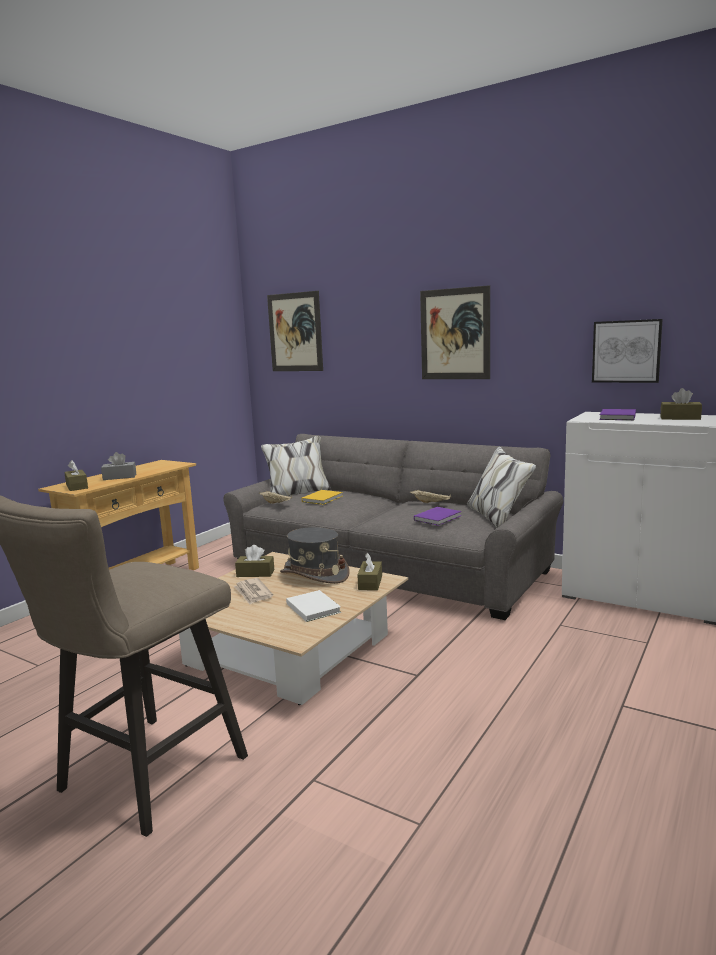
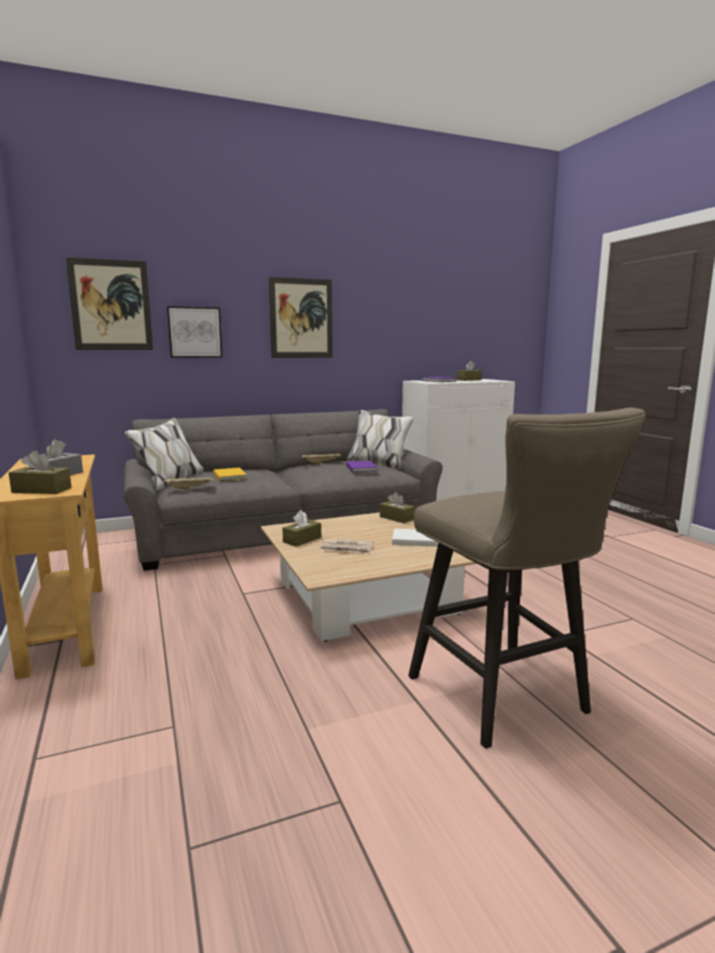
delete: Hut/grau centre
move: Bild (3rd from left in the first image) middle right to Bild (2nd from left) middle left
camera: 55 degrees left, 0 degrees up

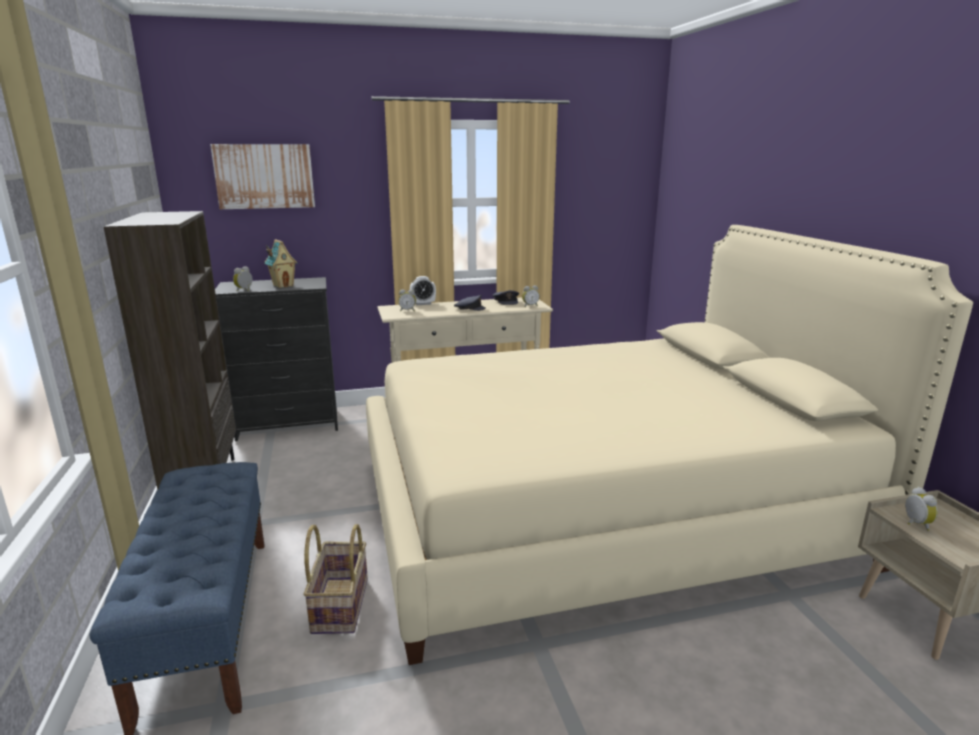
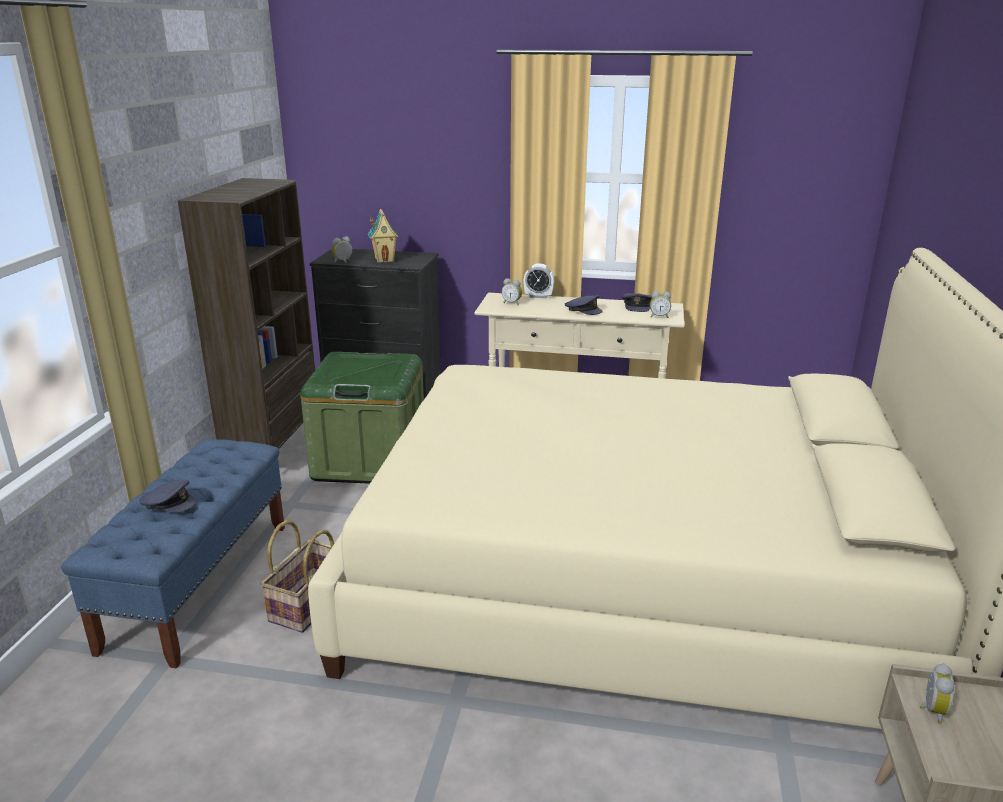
delete: Bild top left
insert: Kappe/grau (1st from left) middle left; Aufbewahrungsbox/grün centre
camera: 25 degrees right, 5 degrees up

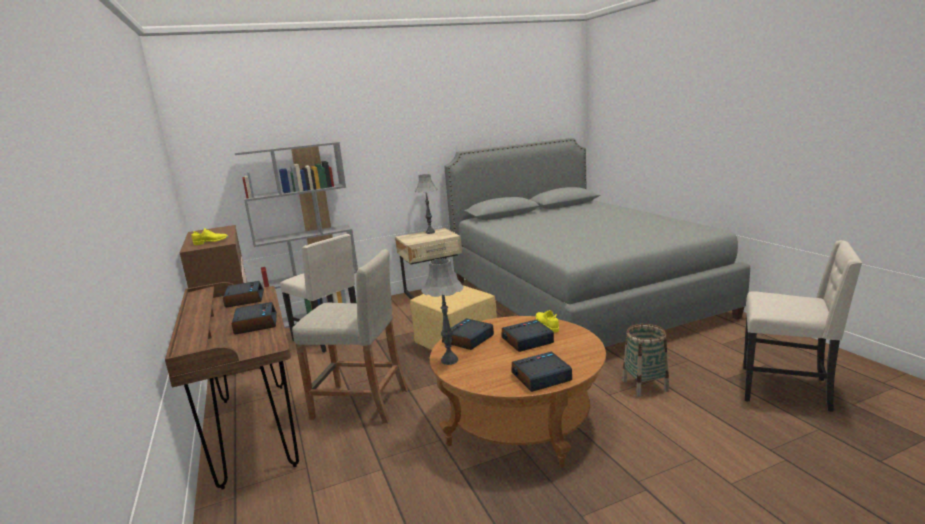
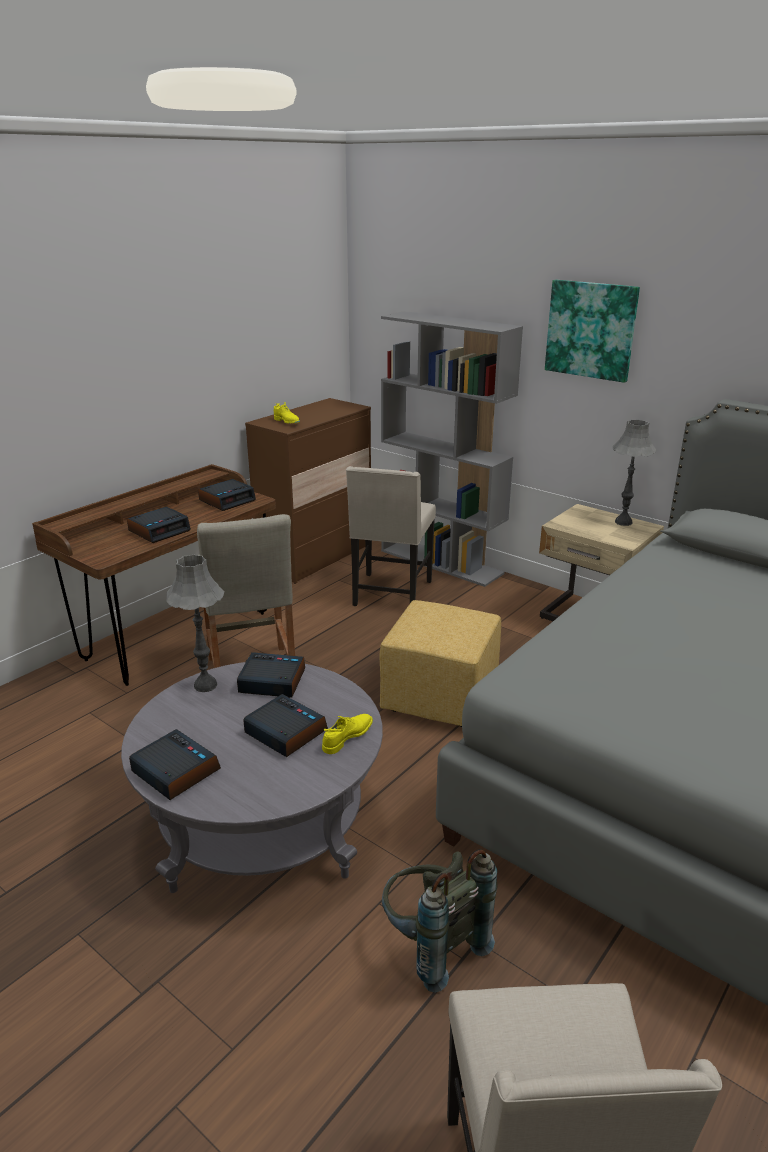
insert: Bild top right
replace: Korb bottom right to Rucksack/grau bottom centre
recolor: Couchtisch/braun bottom centre to Couchtisch/grau bottom left
camera: 60 degrees right, 10 degrees up

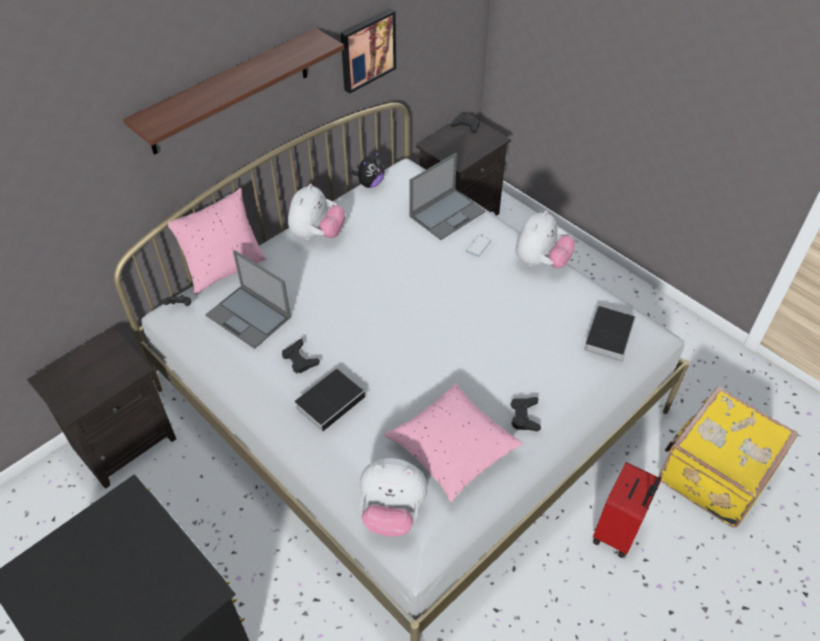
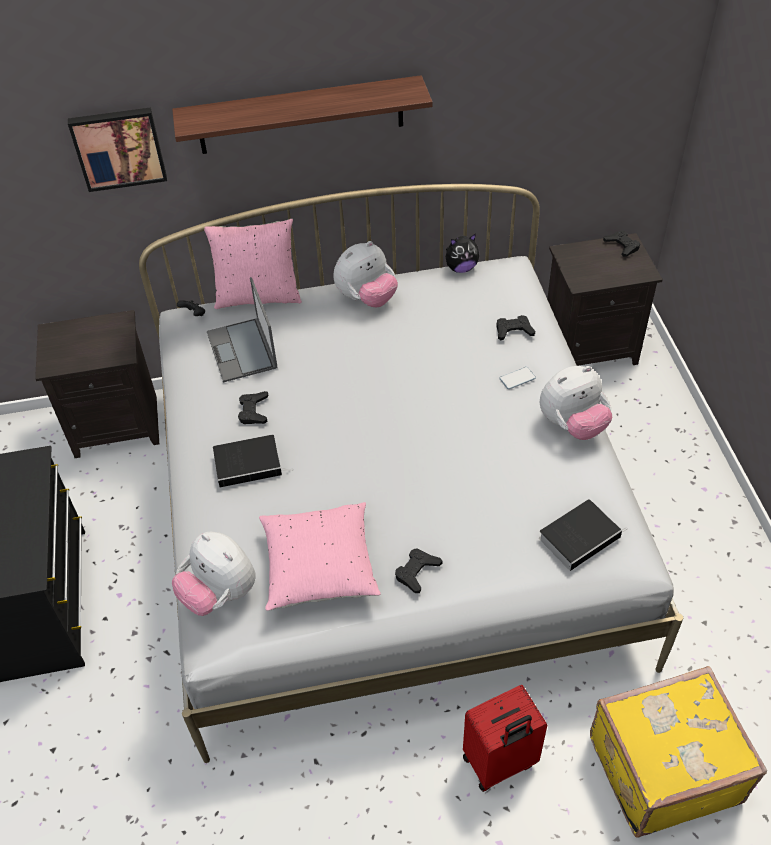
move: Bild top centre to top left
replace: Laptop (2nd from left) top centre to Gamepad/schwarz (4th from left) middle right
camera: 35 degrees right, 0 degrees up

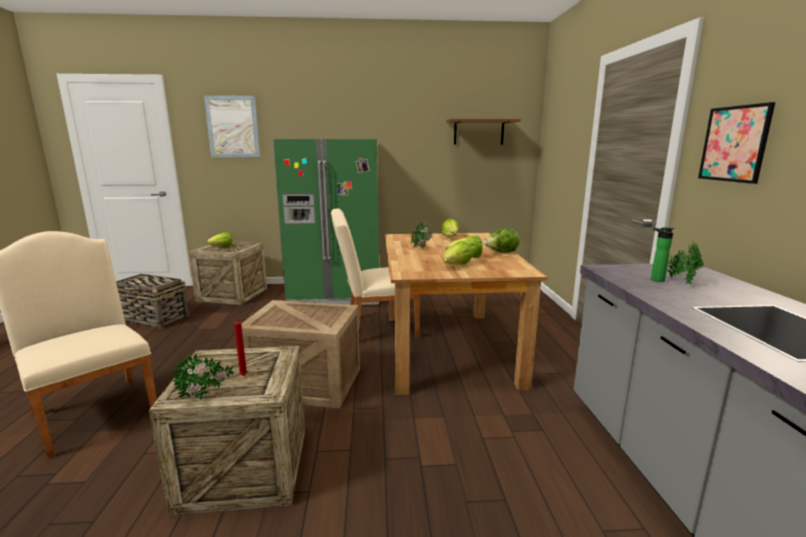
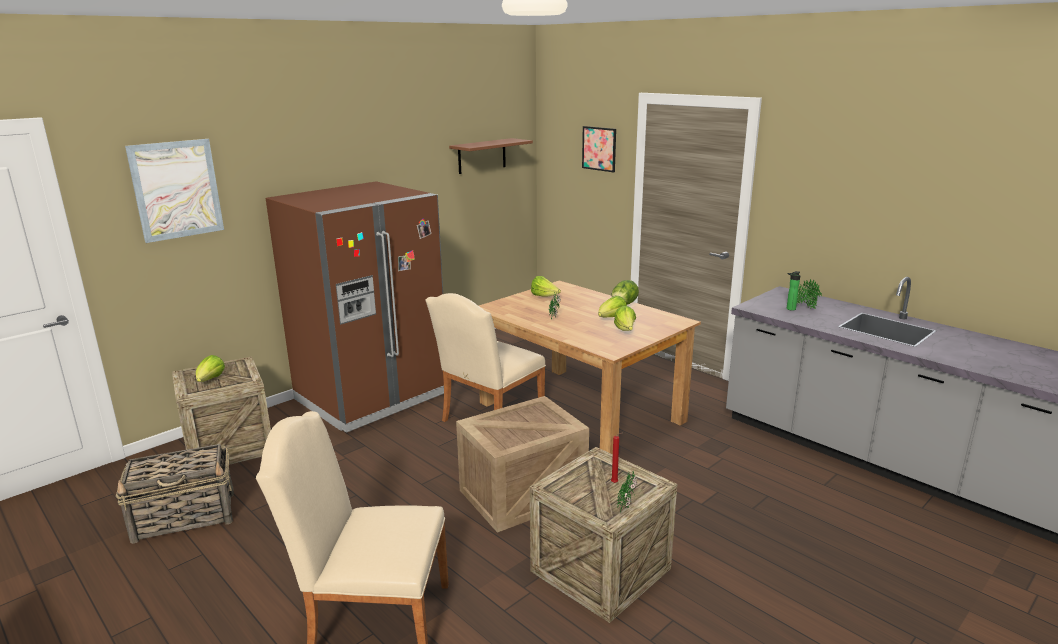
move: Bild (2nd from left) top right to top centre
recolor: Kühlschrank/grün centre to Kühlschrank/braun centre
camera: 40 degrees left, 5 degrees up

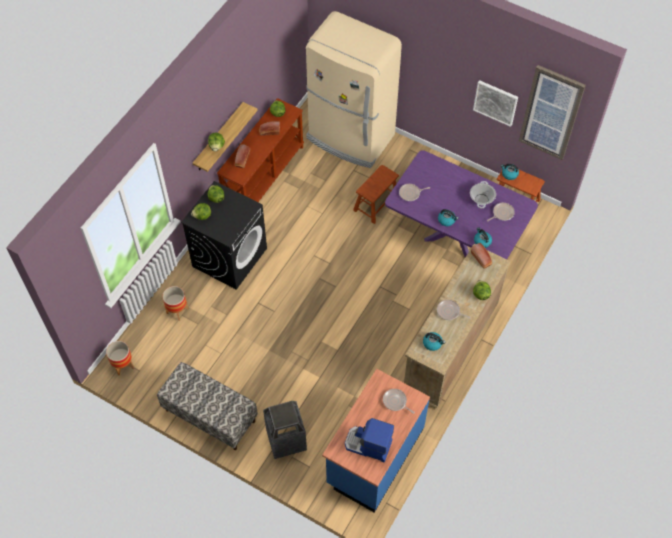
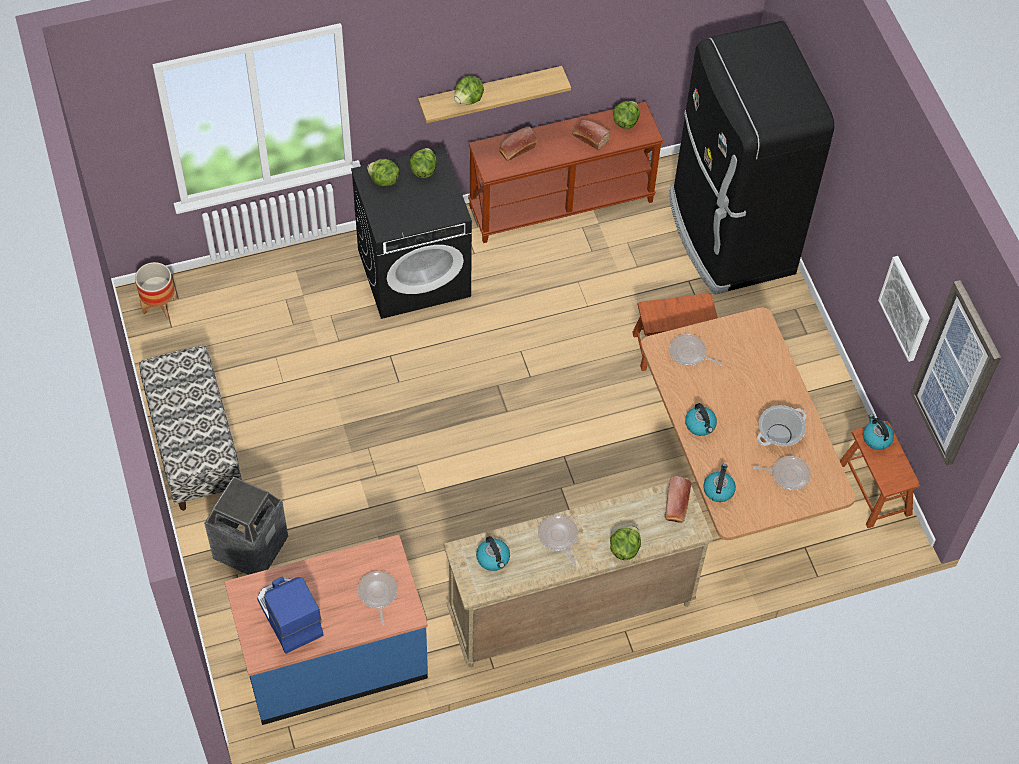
delete: Pflanzkübel (2nd from left) middle left
recolor: Kühlschrank/beige top centre to Kühlschrank/schwarz top right; Esstisch/lila middle right to Esstisch/braun middle right
camera: 40 degrees right, 0 degrees up

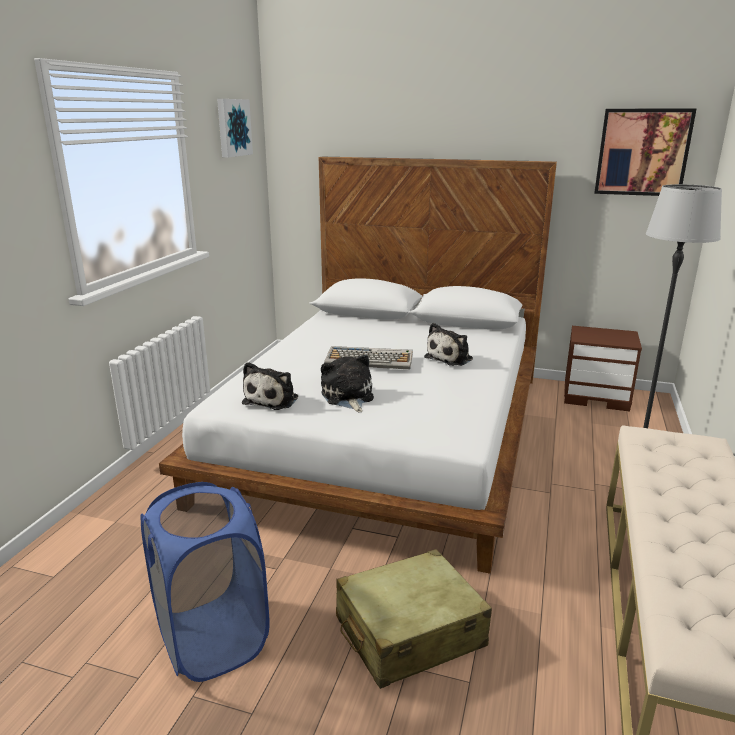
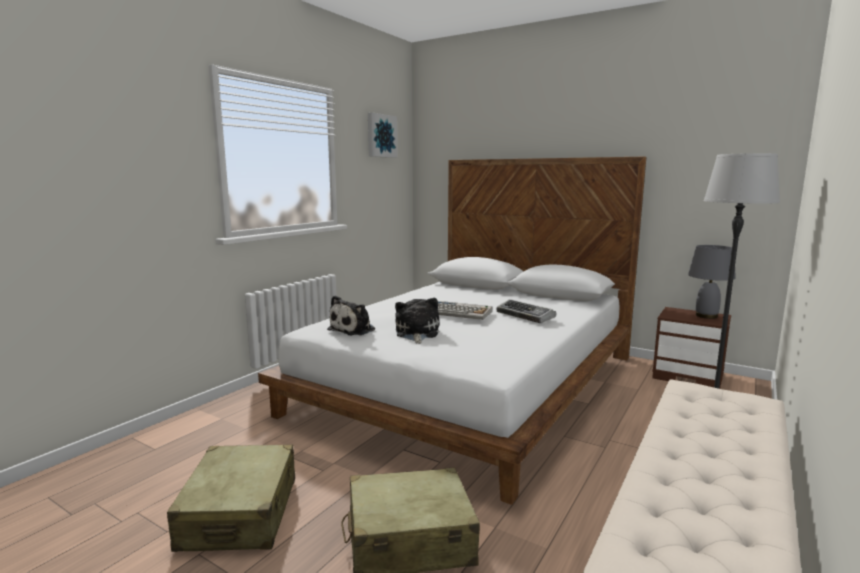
delete: Bild (2nd from left) top right
insert: Tischlampe/grau middle right
replace: Wäschekorb/blau bottom left to Koffer/beige (1st from left) bottom left; Plüschtier (3rd from left) centre to Tastatur (2nd from left) centre
camera: 15 degrees right, 10 degrees down

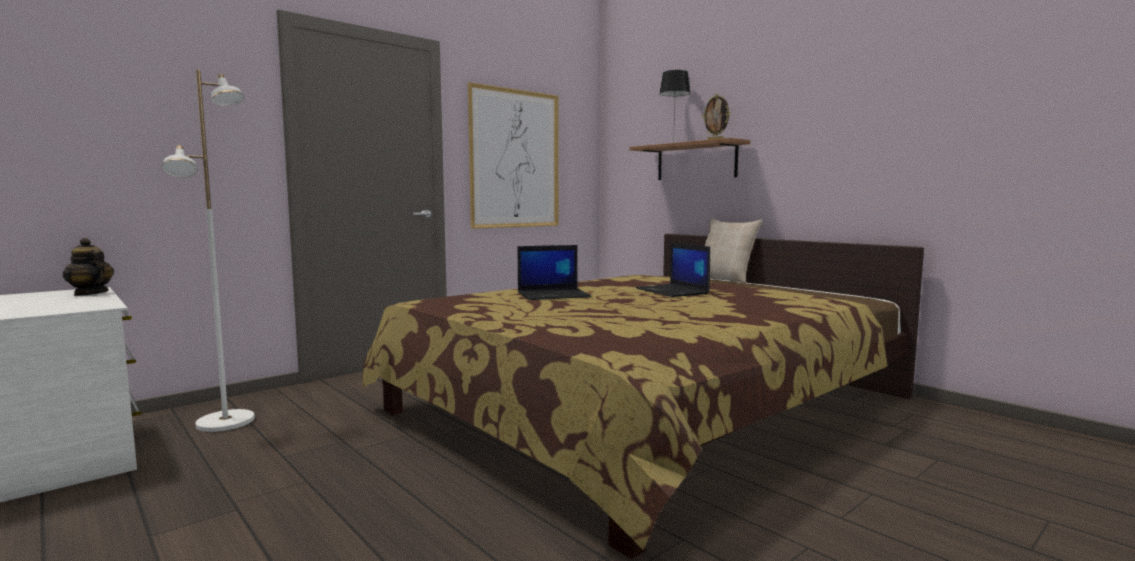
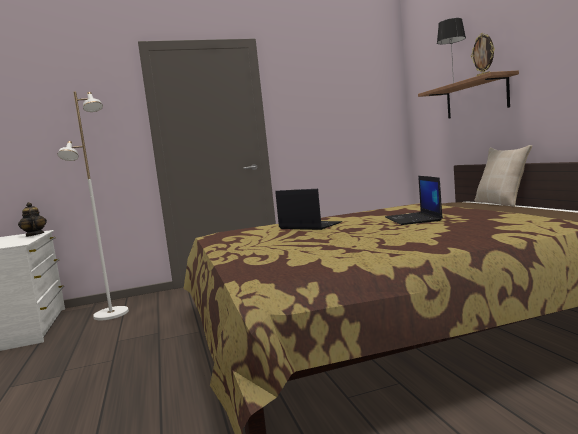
delete: Bild top centre
rotate: Laptop (1st from left) centre = centre 150 degrees counterclockwise
camera: 25 degrees right, 0 degrees up

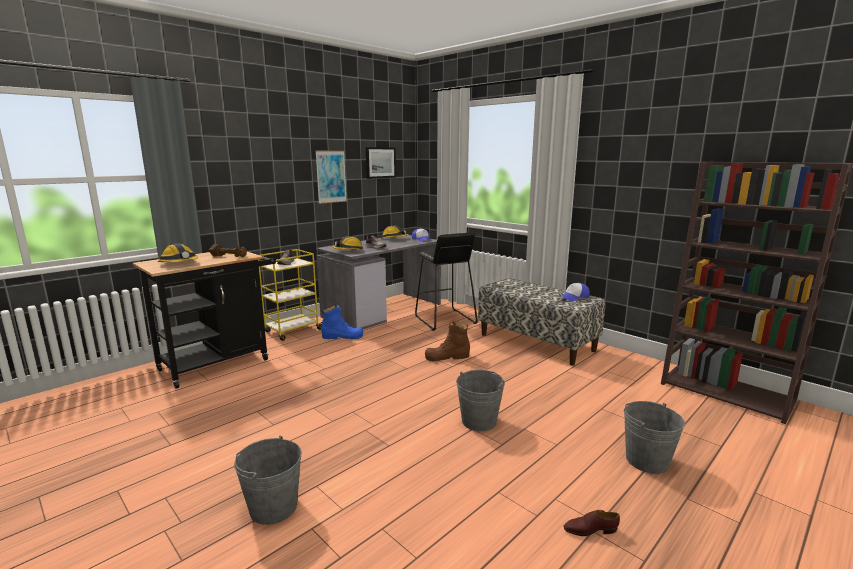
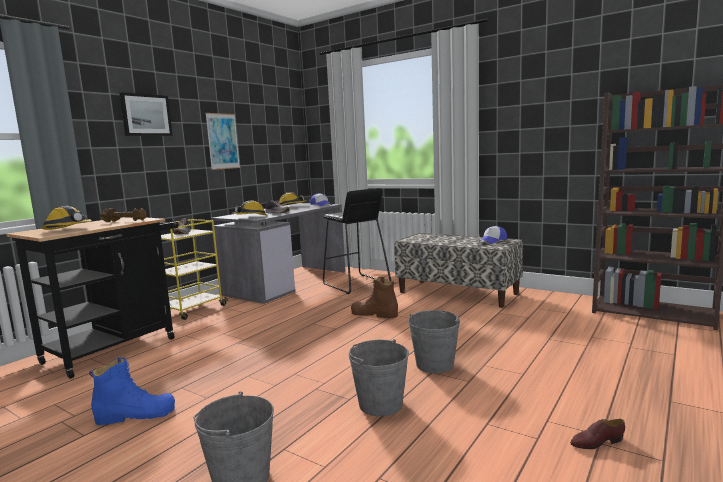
move: Stiefel/blau centre to bottom left; Bild (2nd from left in the first image) top centre to Bild (1st from left) top left; Eimer/grau (3rd from left in the first image) bottom right to Eimer/grau (2nd from left) bottom centre
rotate: Stiefel/braun centre = centre 45 degrees clockwise
camera: 10 degrees left, 5 degrees down

